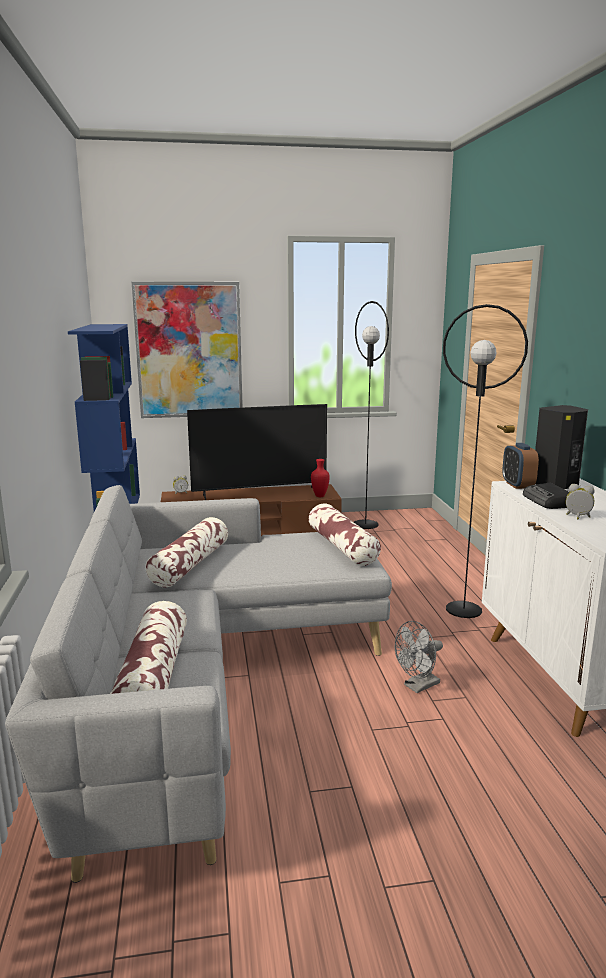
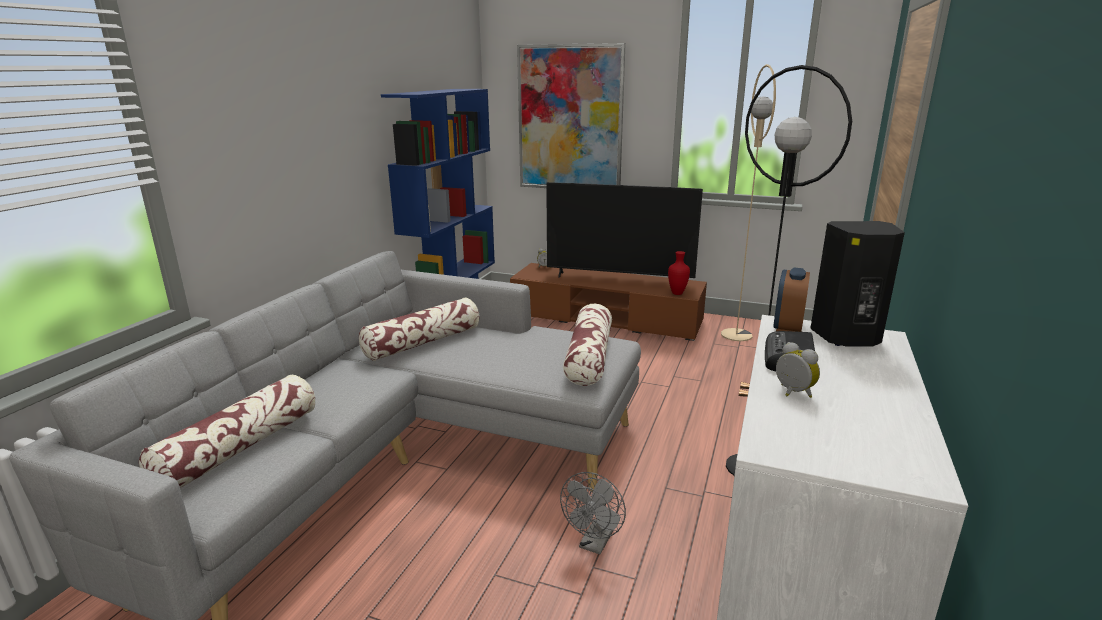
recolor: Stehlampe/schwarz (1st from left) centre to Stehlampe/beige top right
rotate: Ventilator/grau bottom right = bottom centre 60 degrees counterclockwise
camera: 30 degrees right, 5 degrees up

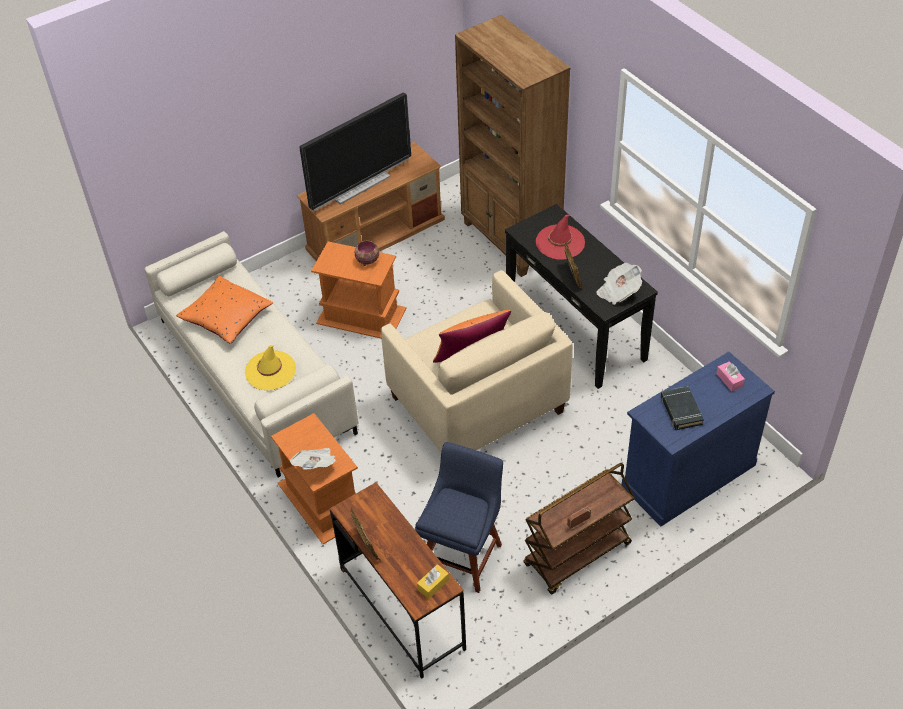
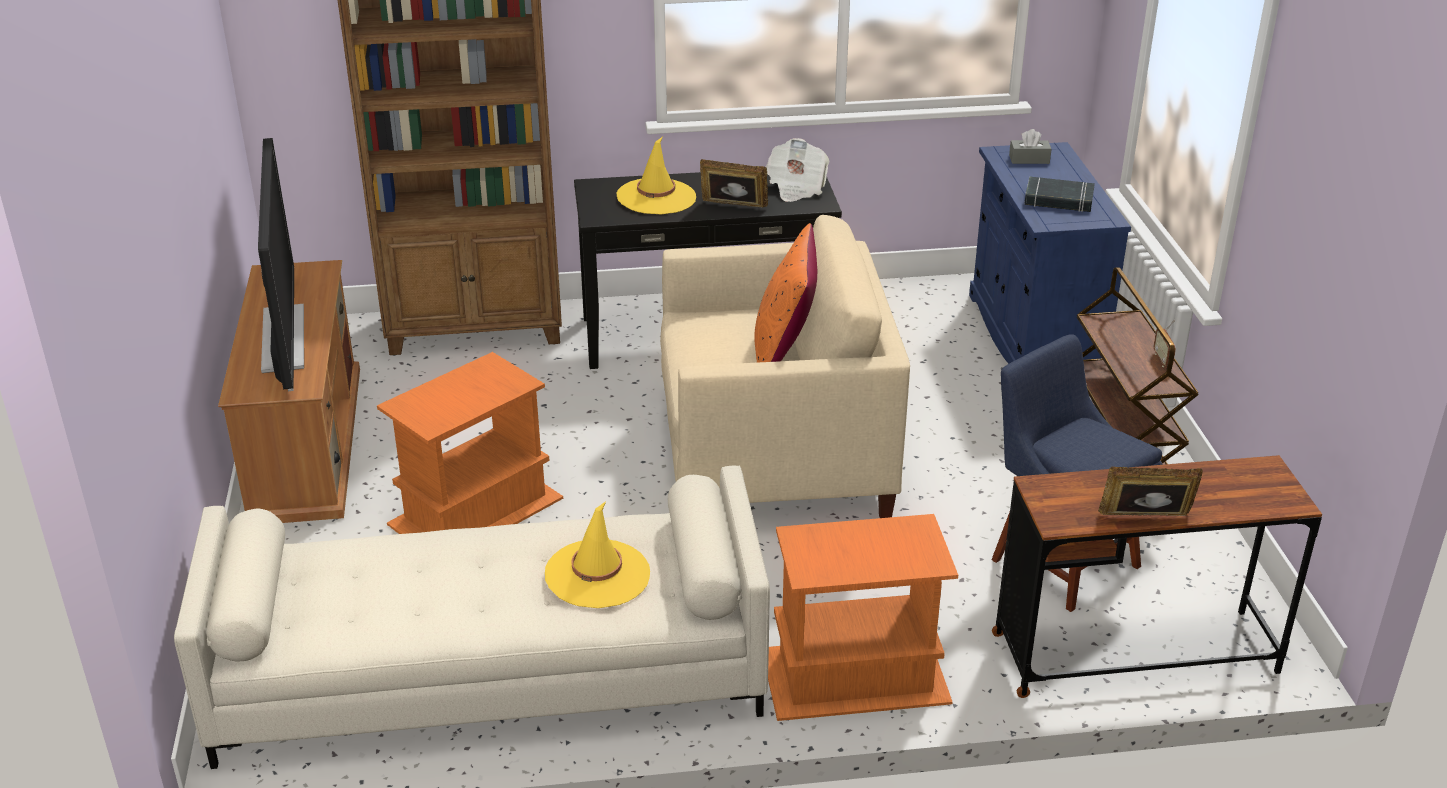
delete: Kissen/orange (1st from left) middle left; Zeitung (1st from left) centre; Schüssel centre; Taschentuchbox/gelb bottom centre
recolor: Hut/rot centre to Hut/gelb (2nd from left) top centre; Taschentuchbox/rosa middle right to Taschentuchbox/grau top right
camera: 65 degrees left, 15 degrees down

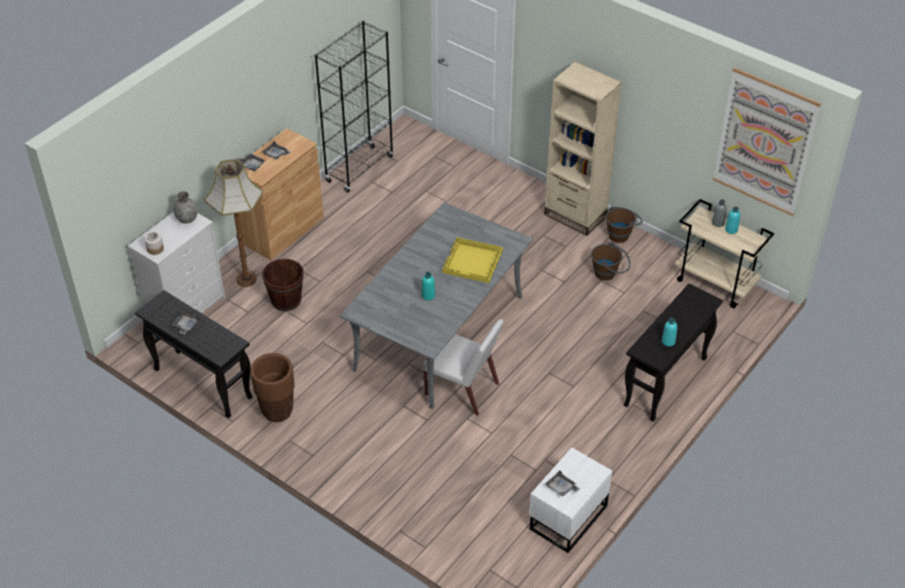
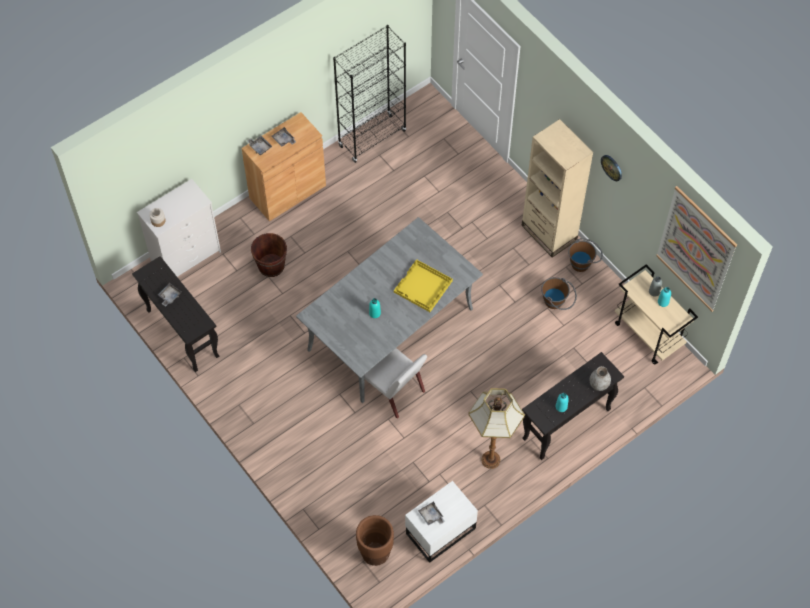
insert: Wanduhr top right
move: Vase/grau middle left to middle right; Stehlampe middle left to bottom centre; Pflanzkübel/braun middle left to bottom centre
camera: 15 degrees right, 15 degrees up

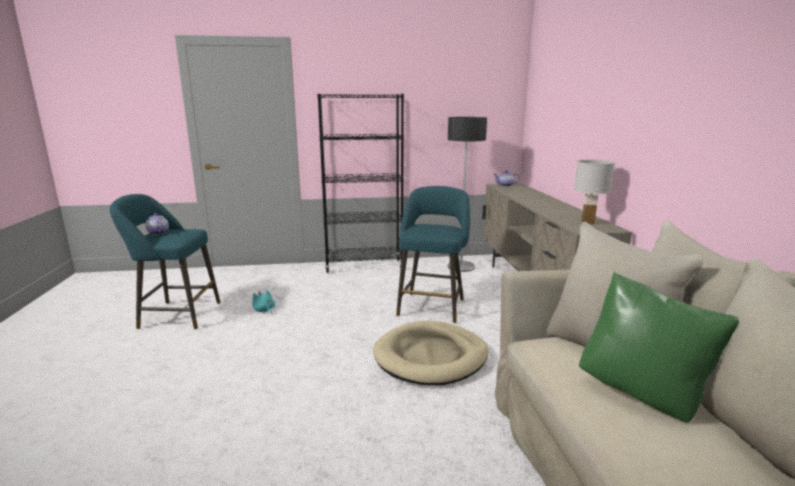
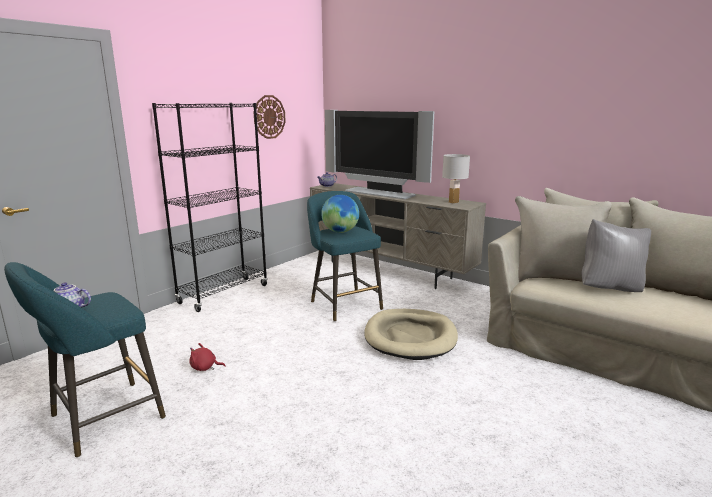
delete: Stehlampe centre
insert: Wanduhr top centre; Globus centre; Fernseher top centre
recolor: Plüschtier/türkis middle left to Plüschtier/rot bottom left; Kissen/grün bottom right to Kissen/grau middle right
camera: 45 degrees left, 0 degrees up

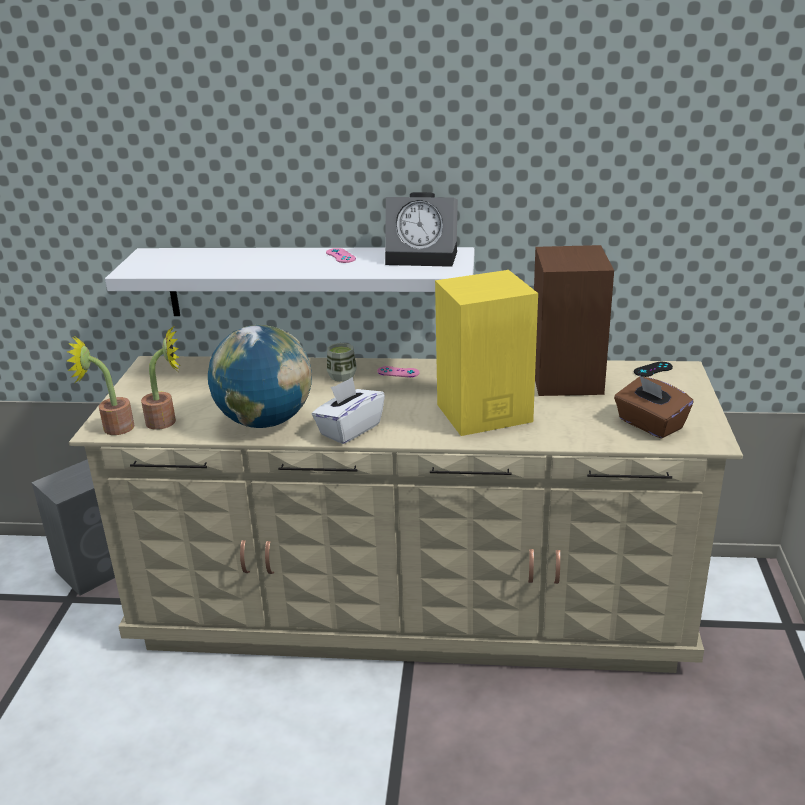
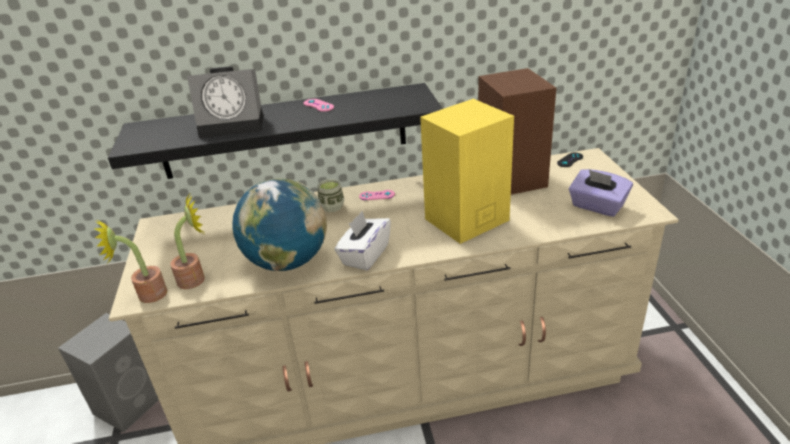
move: Wecker top centre to top left
recolor: Wandregal/weiß centre to Wandregal/schwarz top centre; Taschentuchbox/braun middle right to Taschentuchbox/lila middle right
camera: 15 degrees left, 5 degrees up

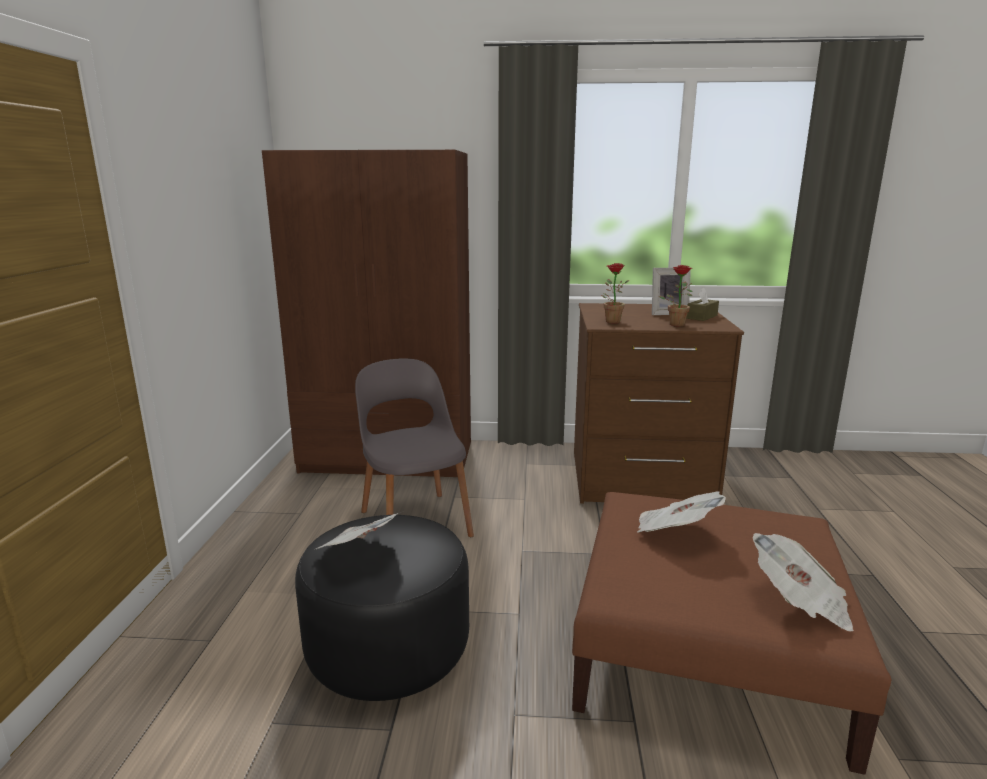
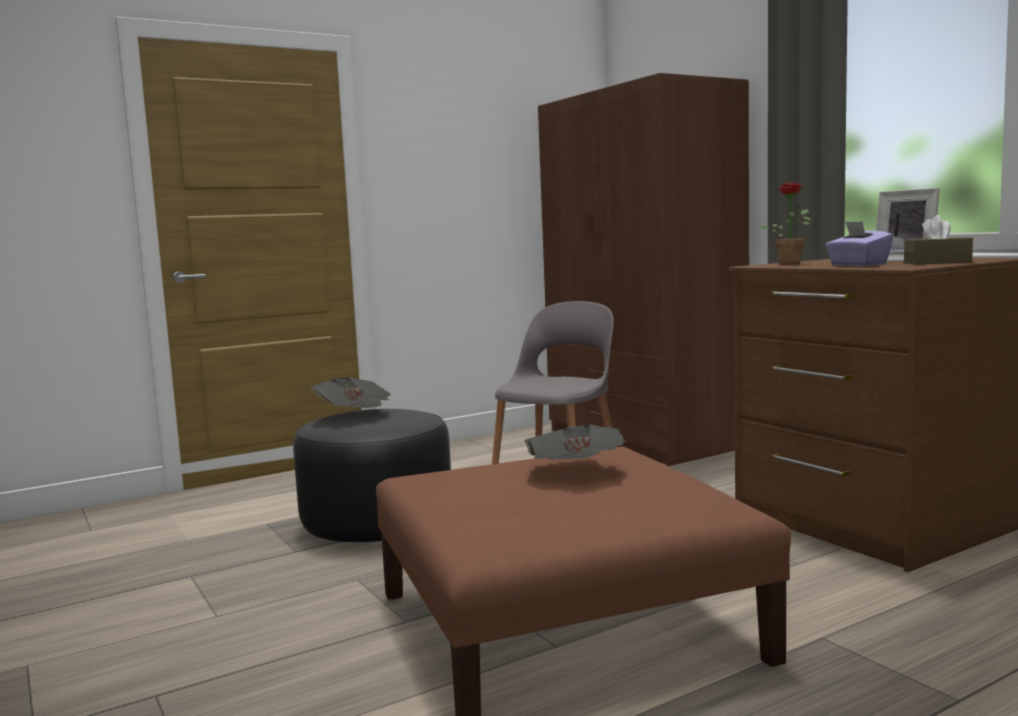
delete: Zeitung (3rd from left) bottom right
replace: Topfpflanze (2nd from left) middle right to Taschentuchbox/lila middle right
camera: 55 degrees right, 10 degrees down

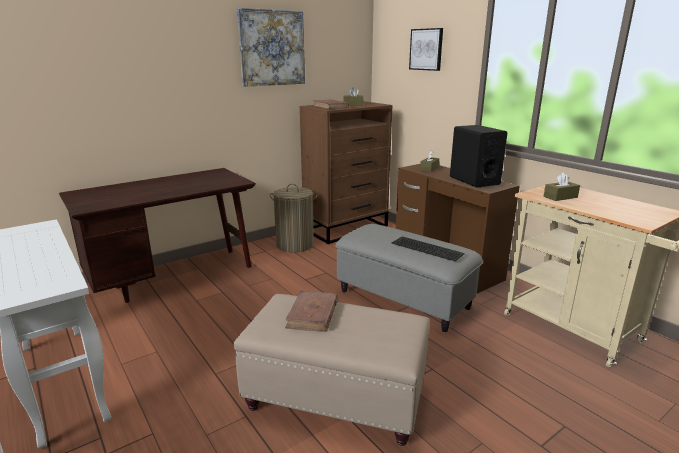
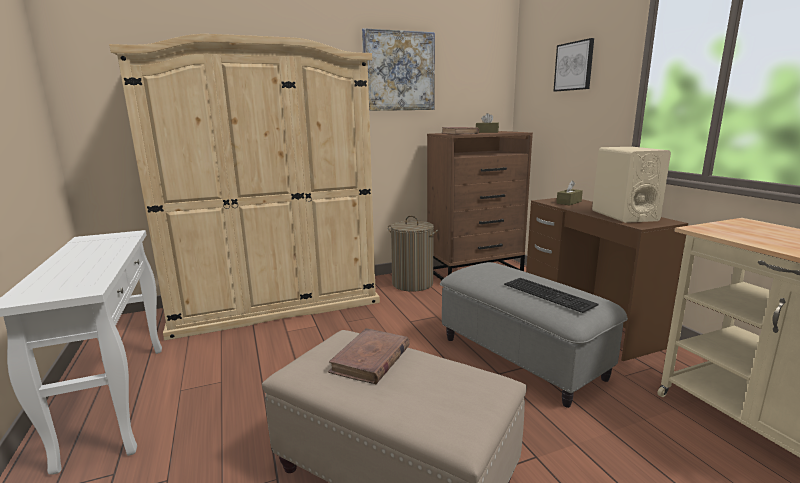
delete: Taschentuchbox/braun (3rd from left) middle right
replace: Schreibtisch/braun (1st from left) middle left to Kleiderschrank/beige middle left
recolor: Lautsprecher/schwarz middle right to Lautsprecher/beige middle right
camera: 15 degrees right, 5 degrees down

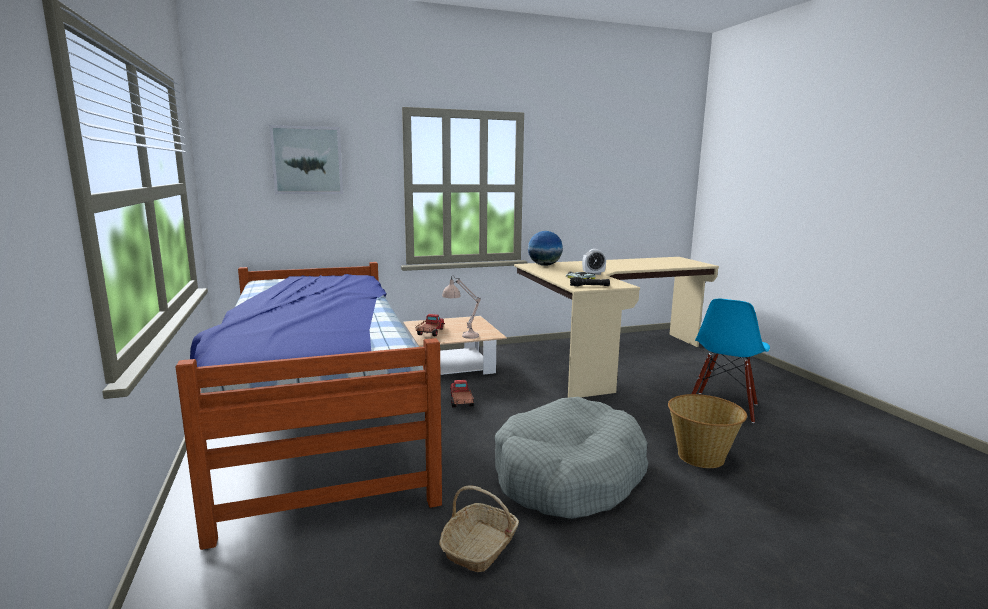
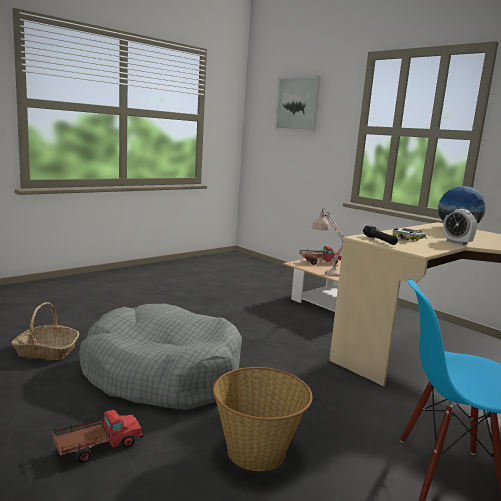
delete: Bett bottom left
move: Spielzeuglaster (2nd from left in the first image) centre to Spielzeuglaster (1st from left) bottom left
camera: 65 degrees right, 0 degrees up

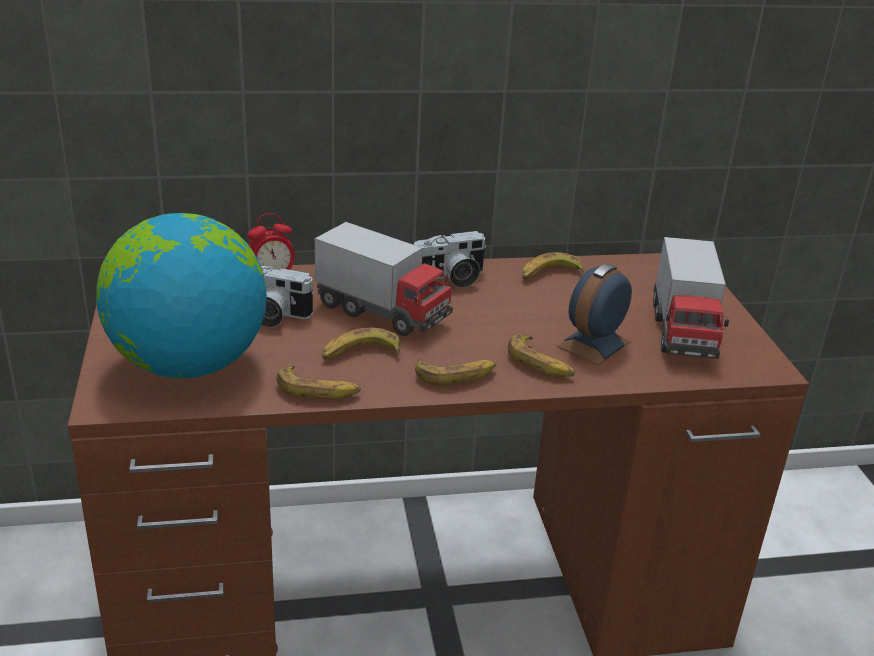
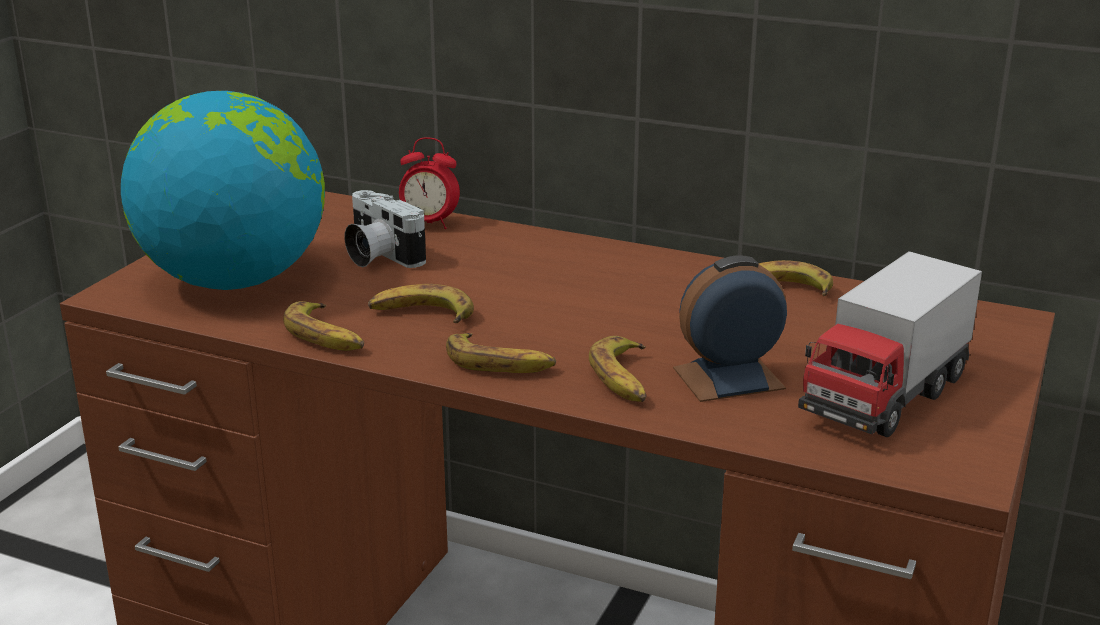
delete: Spielzeuglaster (1st from left) centre; Kamera (2nd from left) centre
camera: 35 degrees right, 5 degrees down

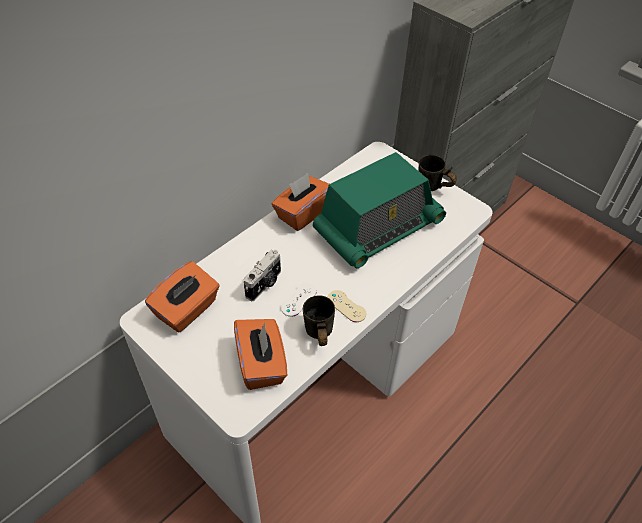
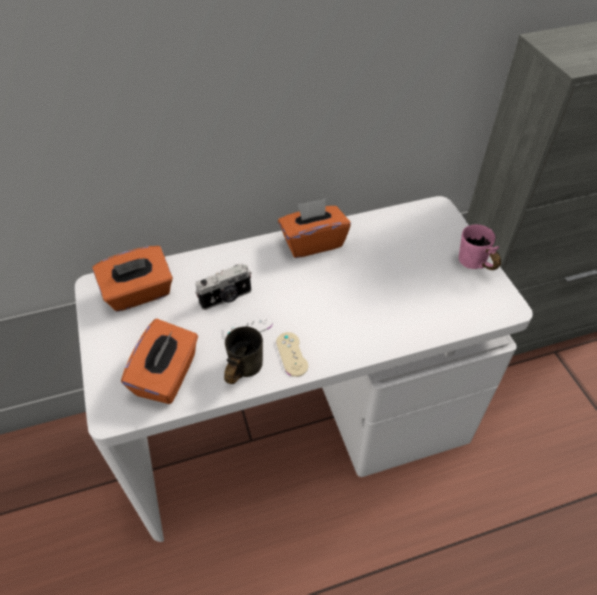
delete: Radio centre
recolor: Henkelbecher/grau (2nd from left) top right to Henkelbecher/rosa middle right
camera: 30 degrees right, 0 degrees up

